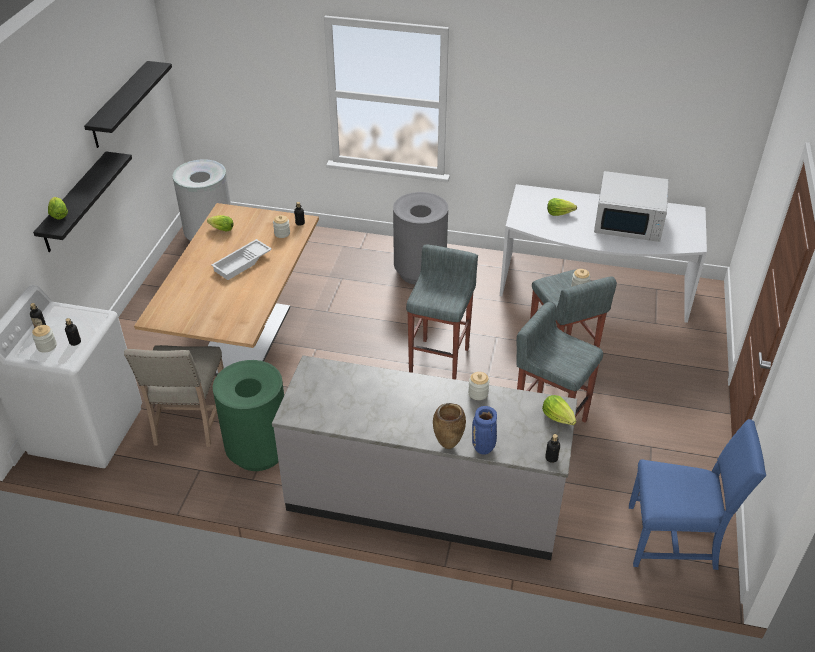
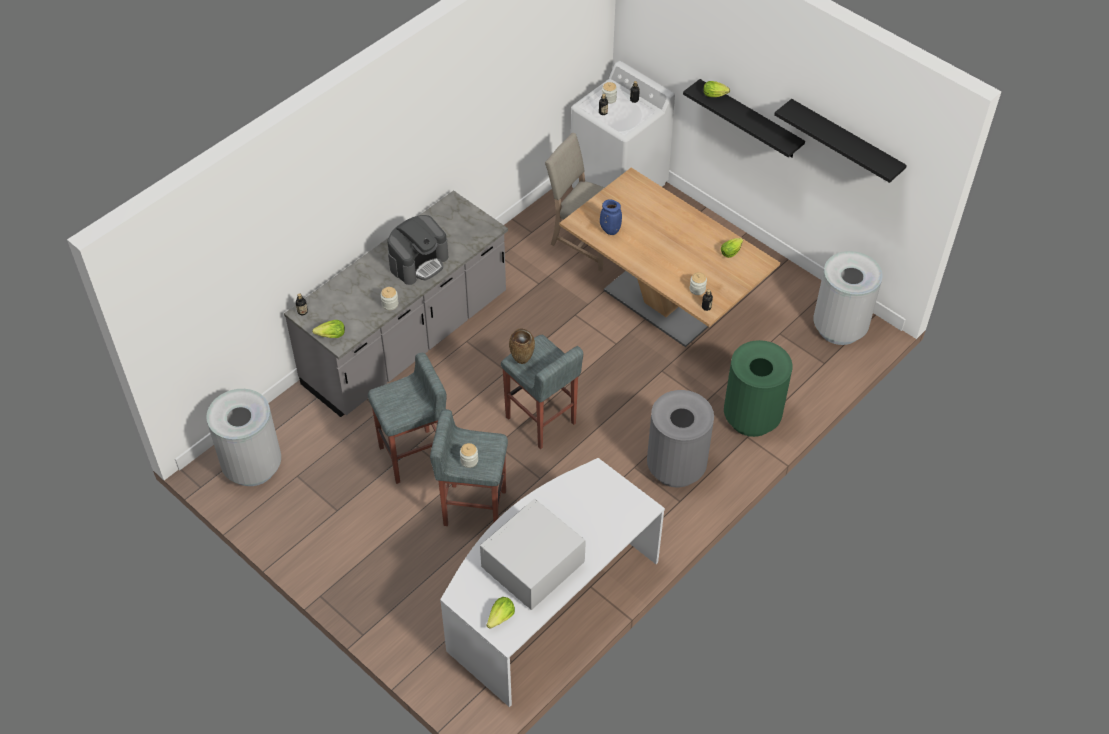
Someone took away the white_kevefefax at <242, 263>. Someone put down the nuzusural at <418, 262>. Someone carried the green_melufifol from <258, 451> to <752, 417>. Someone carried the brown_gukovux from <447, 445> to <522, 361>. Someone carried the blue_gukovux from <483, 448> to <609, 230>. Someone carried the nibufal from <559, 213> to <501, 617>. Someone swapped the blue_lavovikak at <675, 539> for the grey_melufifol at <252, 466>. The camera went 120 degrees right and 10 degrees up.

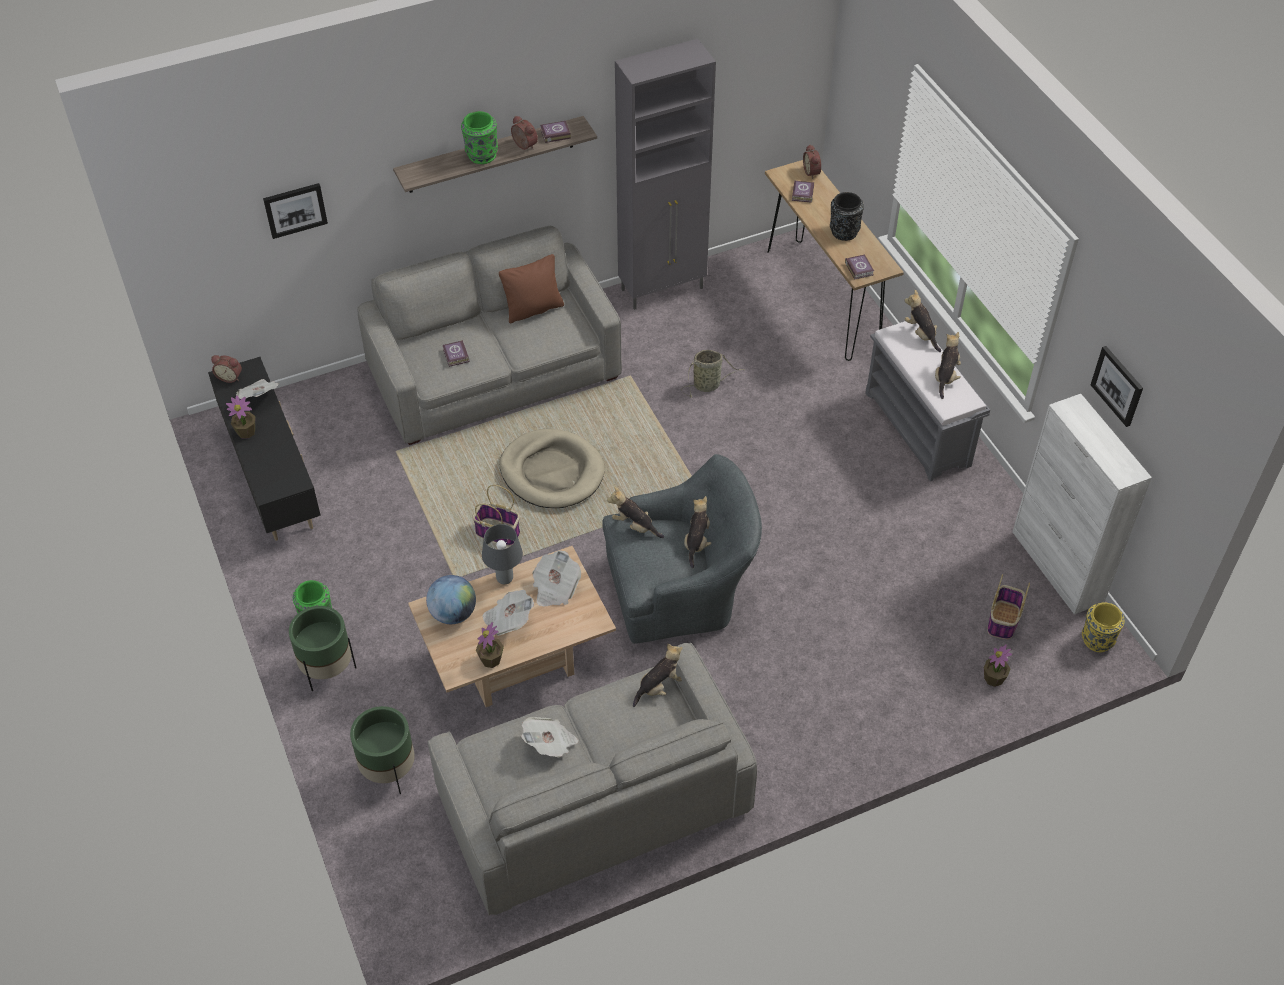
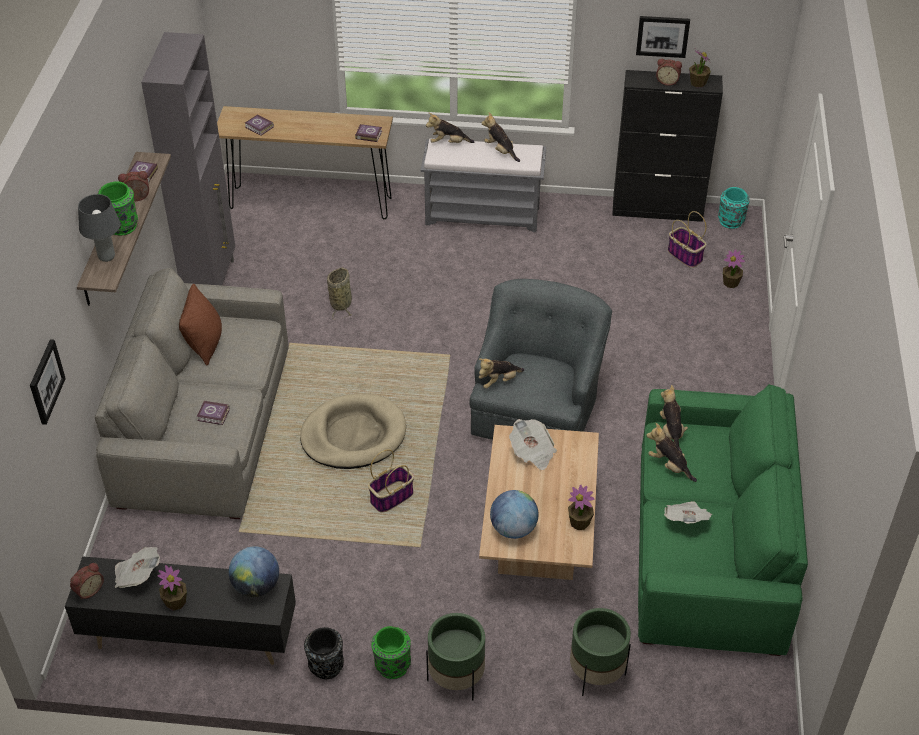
Someone took away the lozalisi at <508, 621>. Someone put down the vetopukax at <256, 586>. Someone put down the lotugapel at <697, 83>. Someone carried the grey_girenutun from <505, 579> to <107, 257>. Someone carried the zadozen from <697, 543> to <669, 465>. Someone carried the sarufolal from <812, 172> to <667, 81>. Someone carried the black_gukovux from <843, 232> to <326, 667>. Someone repainted the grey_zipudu at <593, 803>, which became the green_zipudu at <709, 547>. Someone repainted the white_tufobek at <1057, 567>, which became the black_tufobek at <658, 210>. Someone repainted the yellow_gukovux at <1096, 641>, which became the turquoise_gukovux at <730, 222>. The camera went 60 degrees left and 5 degrees down.

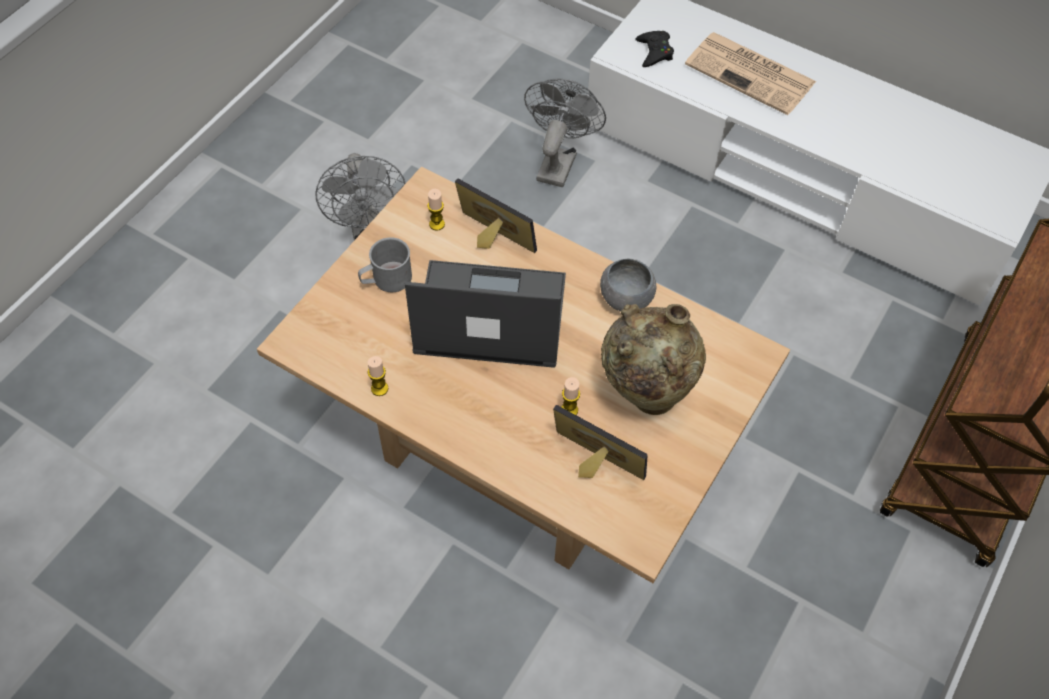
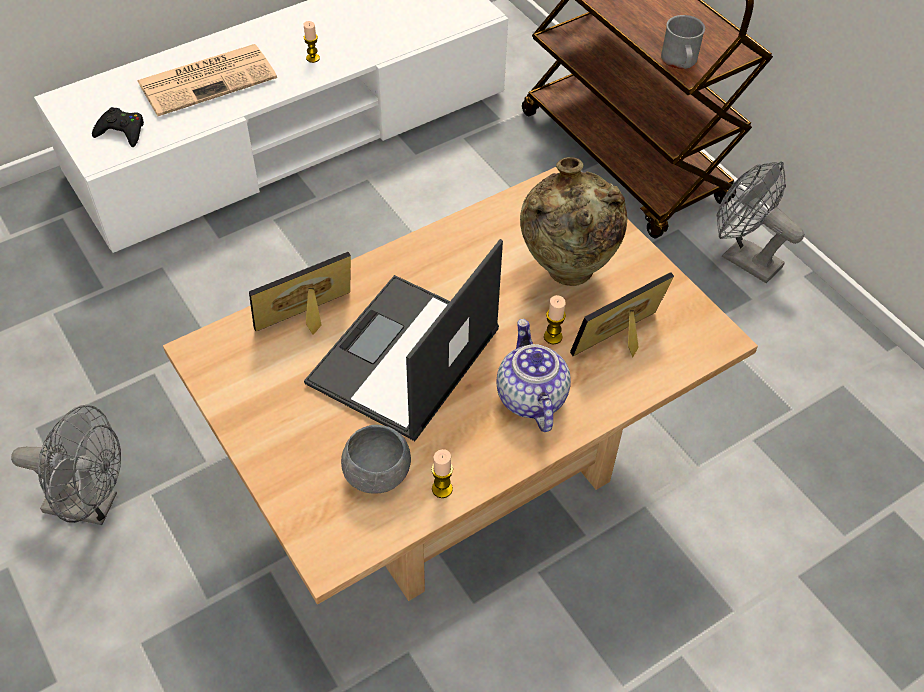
Someone put down the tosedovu at <530, 397>. Someone carried the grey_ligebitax from <386, 280> to <680, 62>. Someone carried the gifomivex from <437, 224> to <313, 58>. Someone carried the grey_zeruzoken from <558, 161> to <743, 258>. Someone carried the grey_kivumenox from <626, 299> to <377, 474>. The camera went 65 degrees left and 5 degrees down.

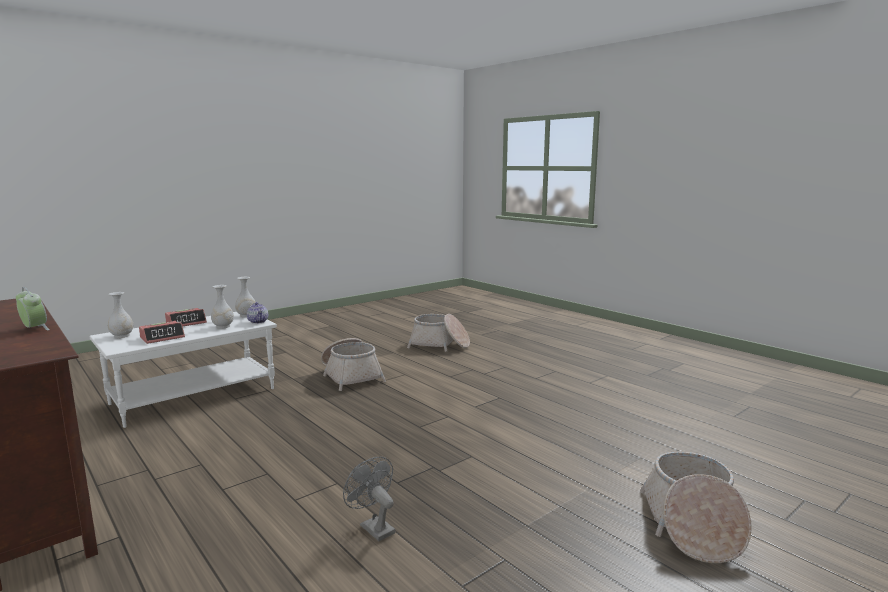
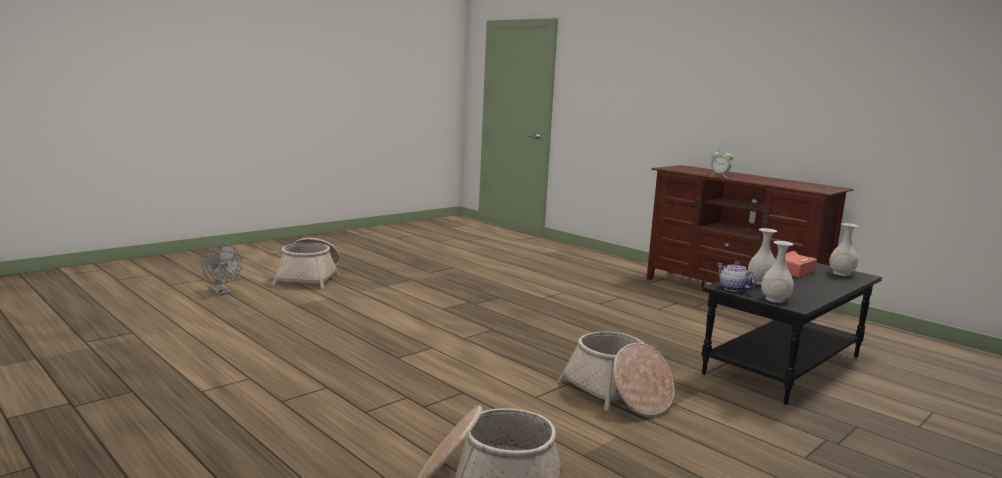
Someone took away the sarufolal at <186, 323>. Someone carried the grey_zeruzoken from <373, 527> to <222, 292>. Someone repainted the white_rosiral at <194, 396>, which became the black_rosiral at <784, 365>. The camera went 175 degrees right and 0 degrees up.

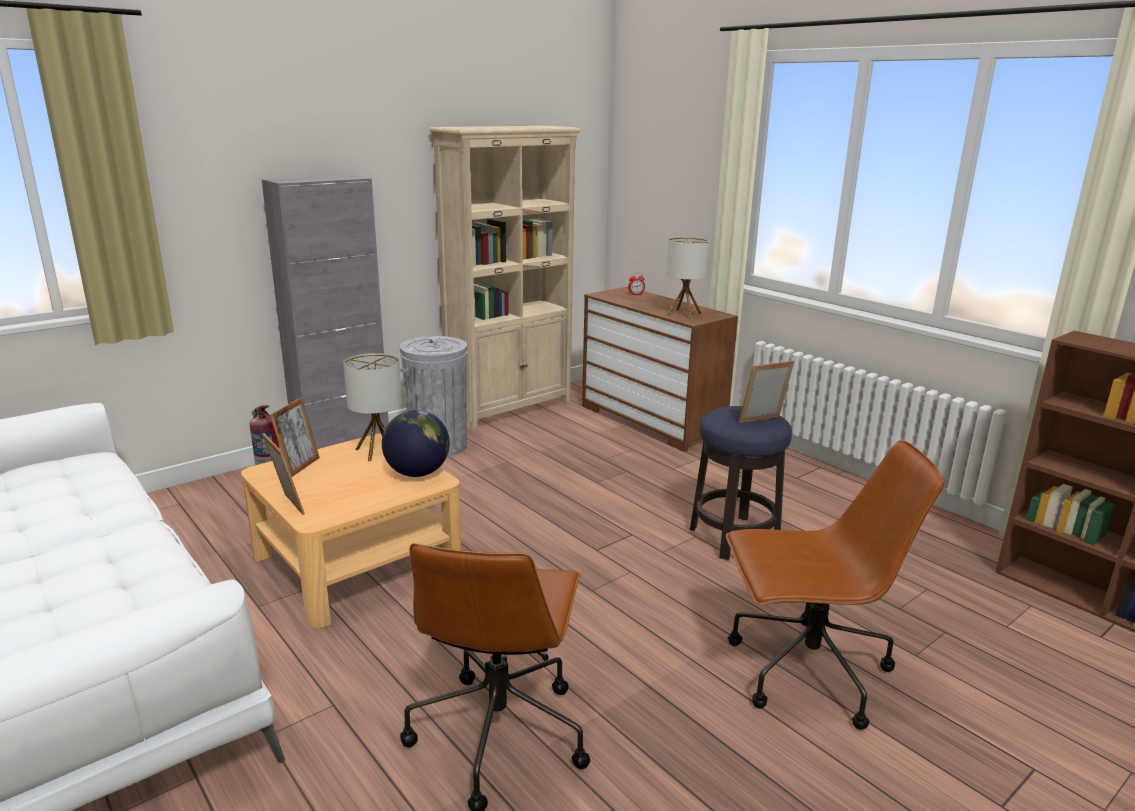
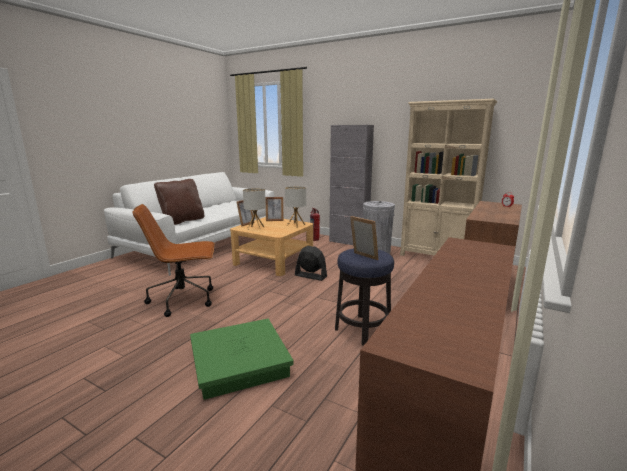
Someone took away the vetopukax at <417, 473>. Someone put down the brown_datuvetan at <182, 221>. Someone put down the black_zeruzoken at <310, 276>. Someone carried the girenutun from <684, 314> to <255, 228>. Someone swapped the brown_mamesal at <805, 672> for the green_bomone at <239, 363>. The camera went 70 degrees right and 5 degrees down.

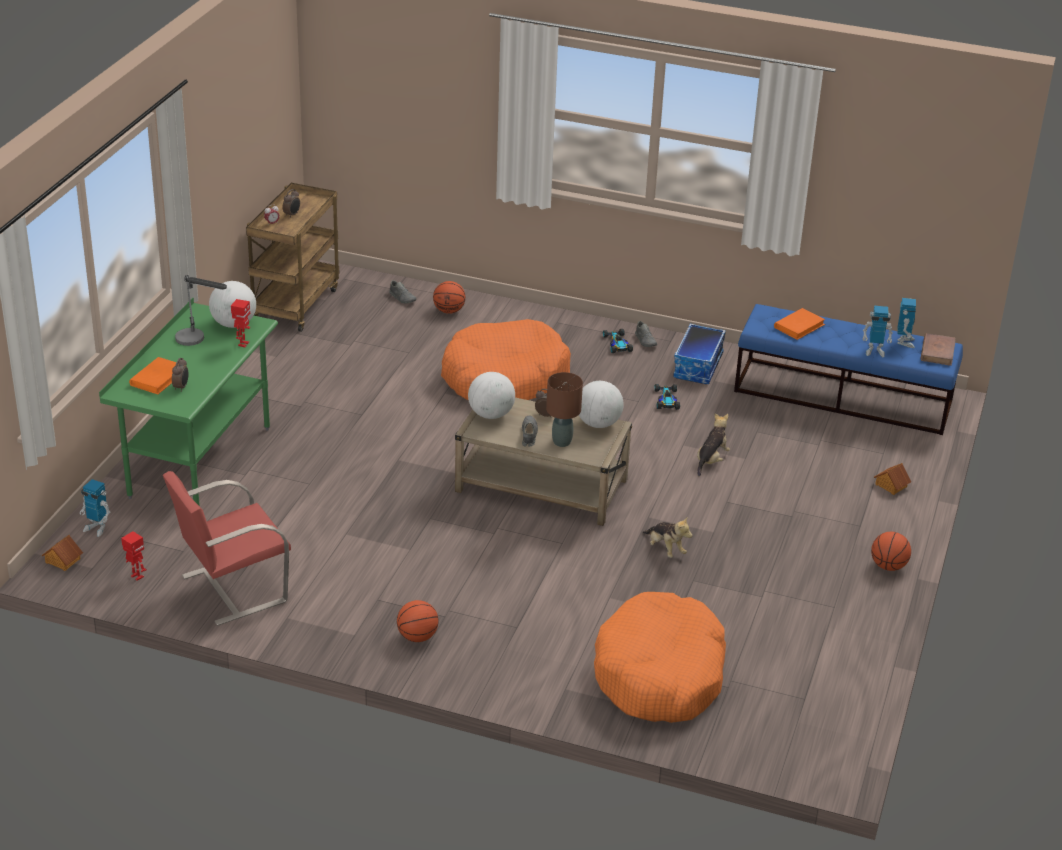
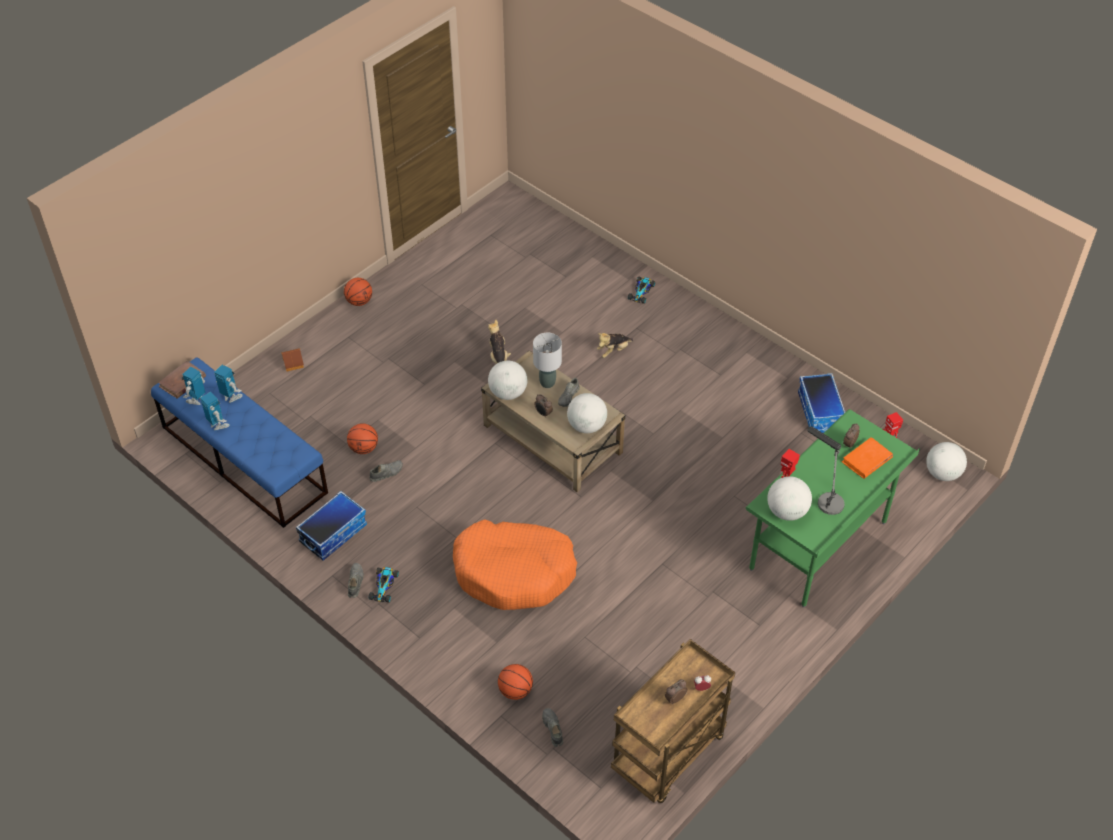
Someone took away the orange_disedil at <660, 674>. Someone took away the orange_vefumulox at <799, 326>. Someone put down the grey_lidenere at <386, 473>. Someone carried the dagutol from <97, 528> to <218, 425>. Someone carried the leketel from <417, 637> to <364, 448>. Someone carried the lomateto from <666, 400> to <641, 291>. Someone carried the zadozen from <711, 460> to <613, 351>. Someone swapped the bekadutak at <62, 561> for the vetopukax at <942, 473>. Someone swapped the red_lavovikak at <232, 589> for the bomone at <820, 412>. Someone repainted the brown_girenutun at <562, 442>, which became the grey_girenutun at <547, 383>. The camera went 155 degrees left and 15 degrees up.

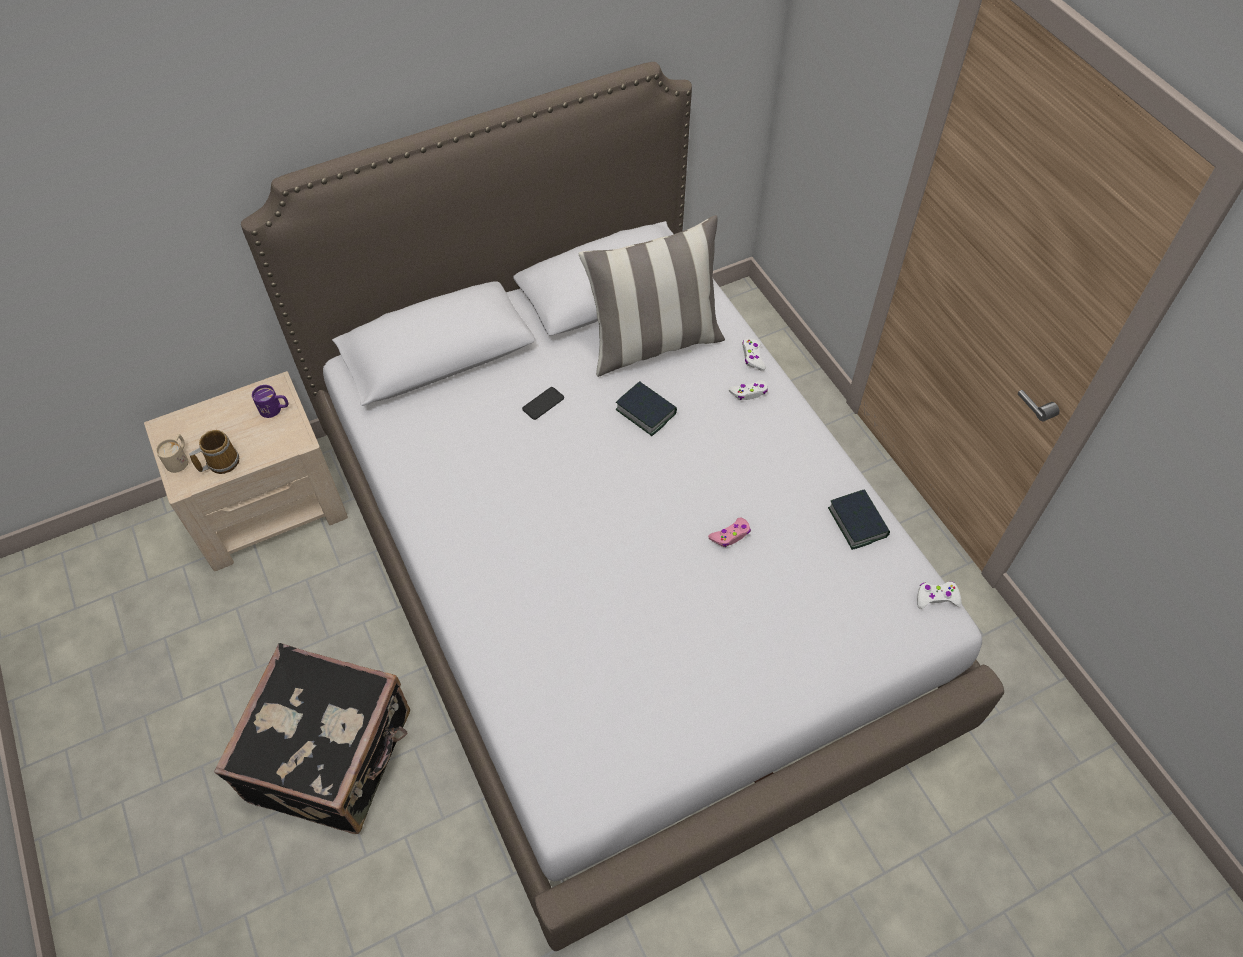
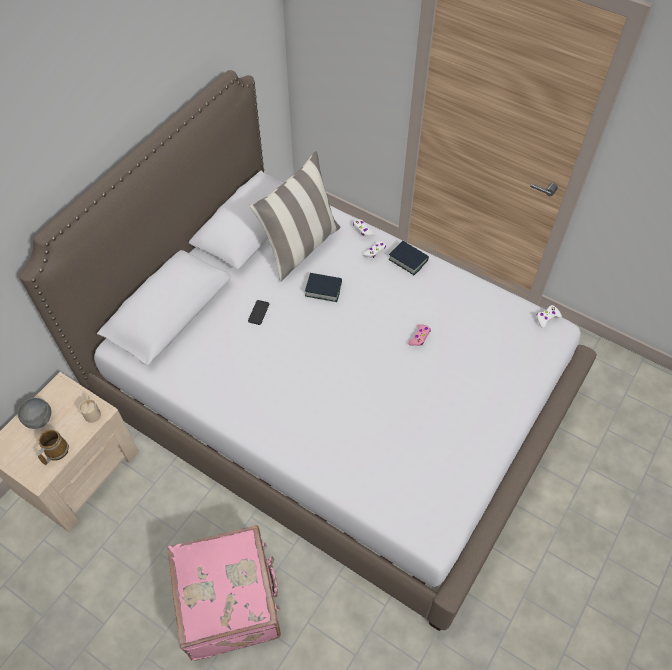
Someone took away the purple_ligebitax at <275, 409>. Someone put down the grey_kivumenox at <39, 419>. Someone carried the beige_ligebitax from <179, 459> to <92, 412>. Someone carried the vefumulox from <857, 522> to <408, 260>. Someone repainted the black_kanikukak at <334, 756>, which became the pink_kanikukak at <231, 601>. The camera went 30 degrees left and 0 degrees up.

